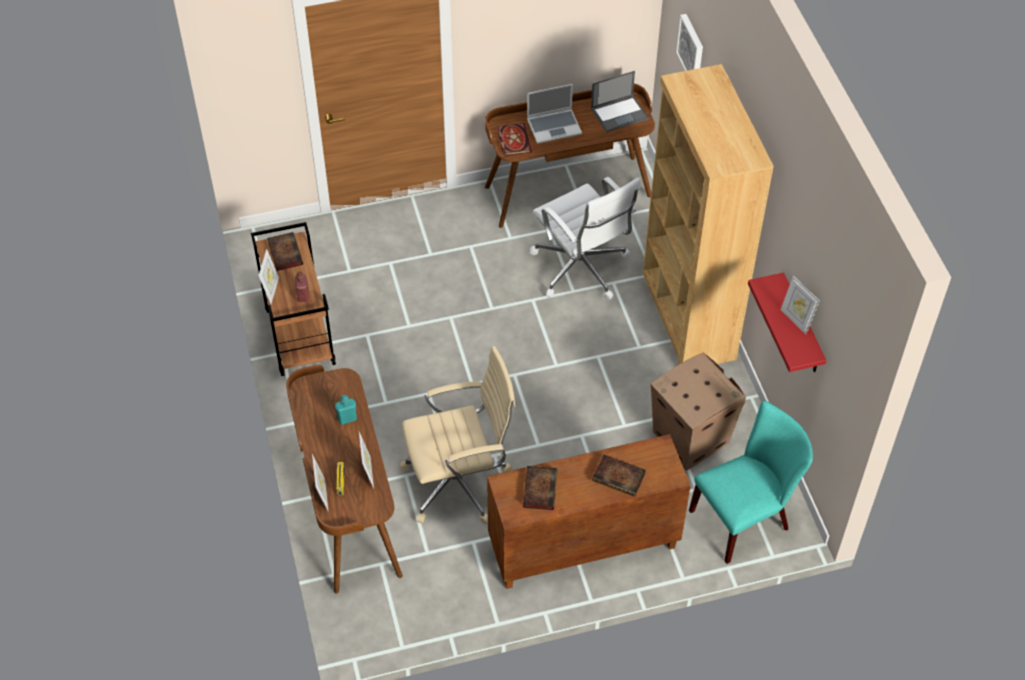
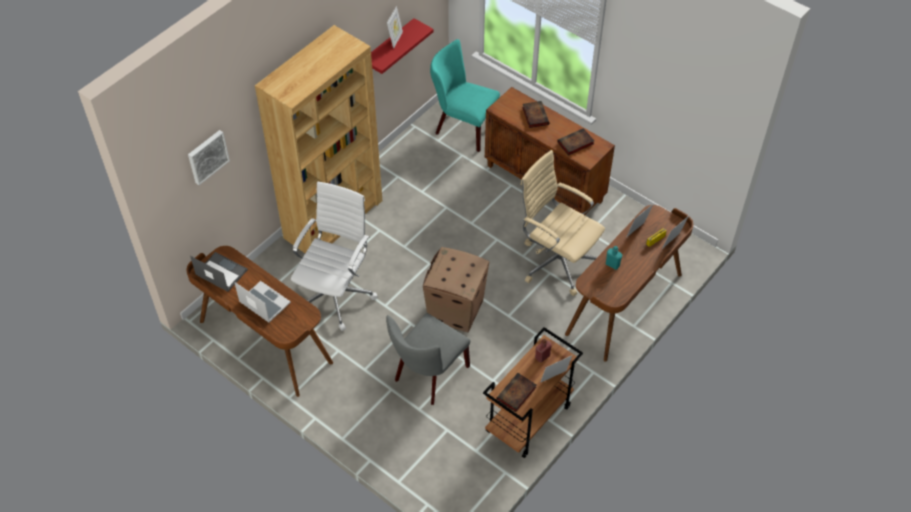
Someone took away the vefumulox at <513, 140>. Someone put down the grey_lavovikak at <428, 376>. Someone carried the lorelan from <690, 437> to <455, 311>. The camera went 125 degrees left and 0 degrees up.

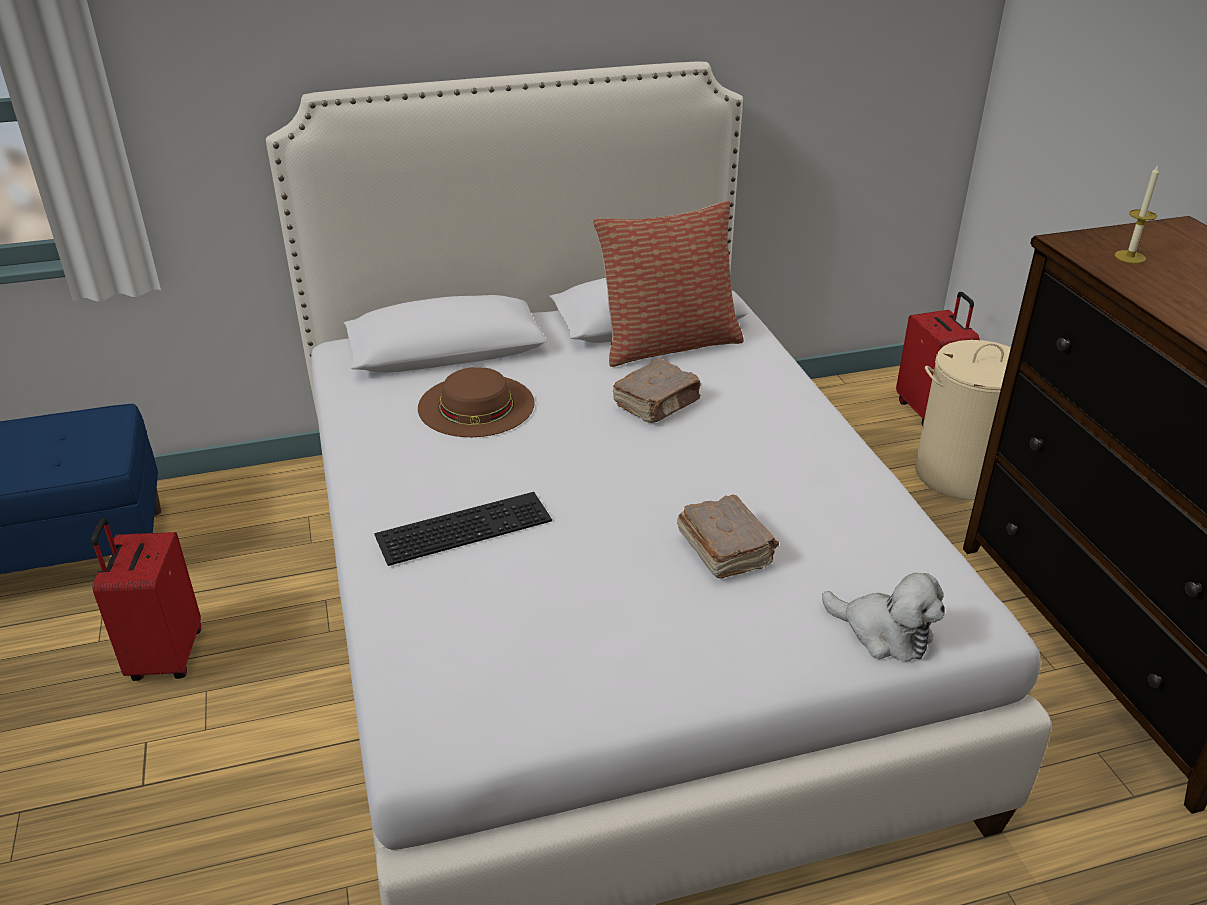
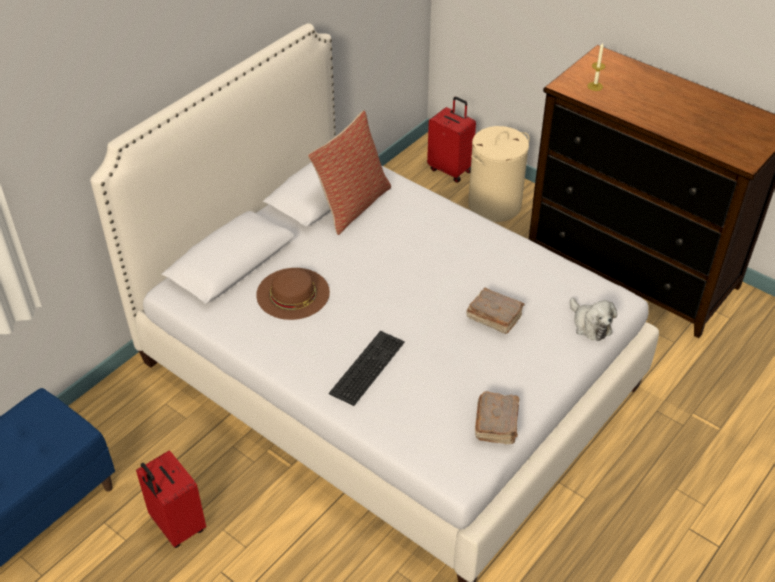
Someone carried the brown_vefumulox from <657, 404> to <497, 424>. Someone rotated the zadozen at <884, 633> by 60 degrees clockwise. The camera went 35 degrees left and 10 degrees up.

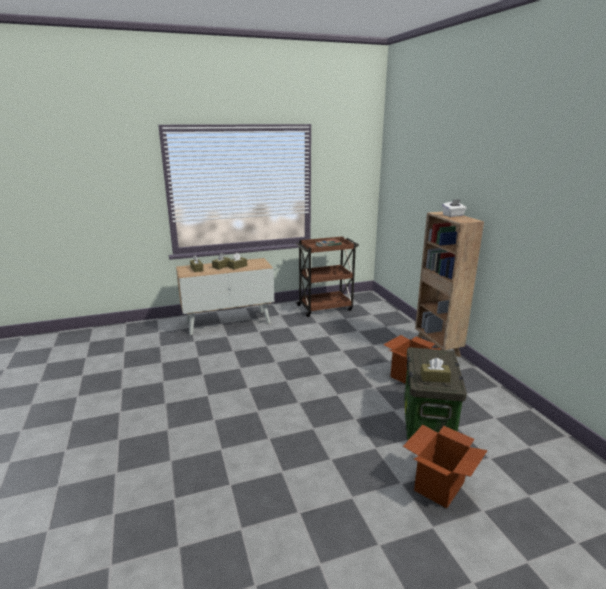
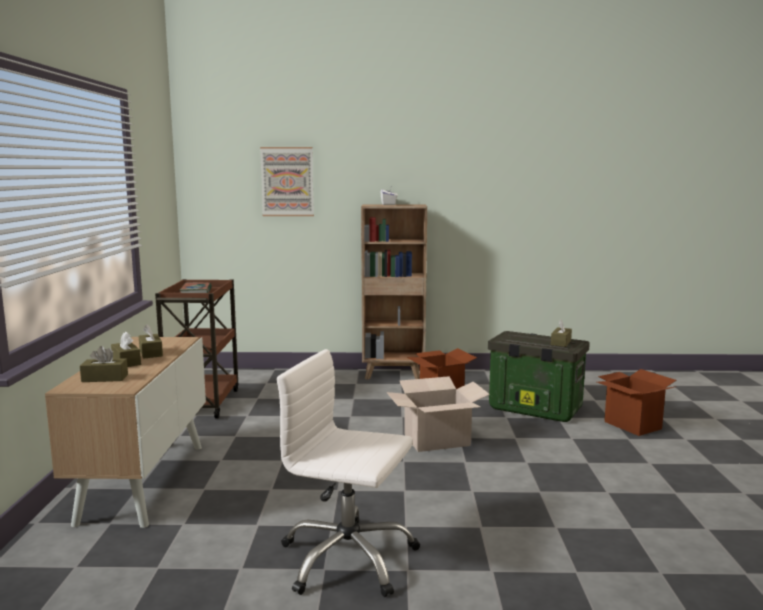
Someone put up the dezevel at <287, 181>. Someone put down the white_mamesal at <347, 558>. Someone put down the lorelan at <437, 440>. The camera went 70 degrees left and 10 degrees down.

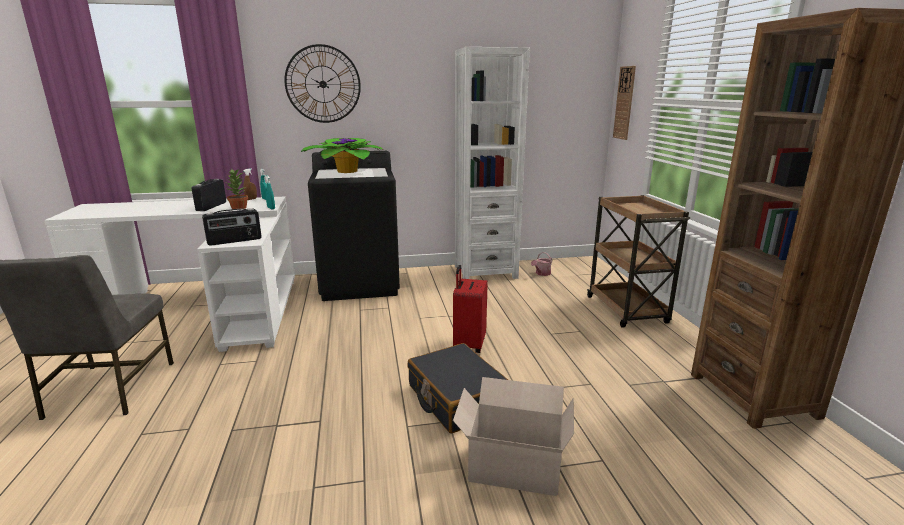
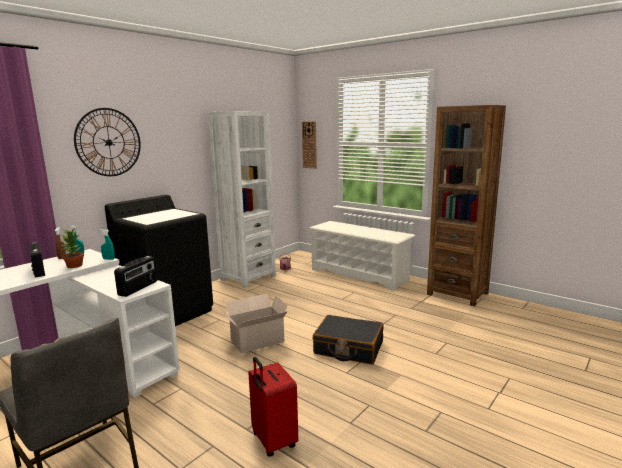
Someone took away the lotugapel at <345, 171>. Someone carried the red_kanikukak from <468, 344> to <273, 441>. Someone carried the lorelan from <512, 466> to <255, 341>. Someone swapped the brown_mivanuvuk at <627, 310> for the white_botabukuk at <359, 275>. The camera went 40 degrees left and 5 degrees down.

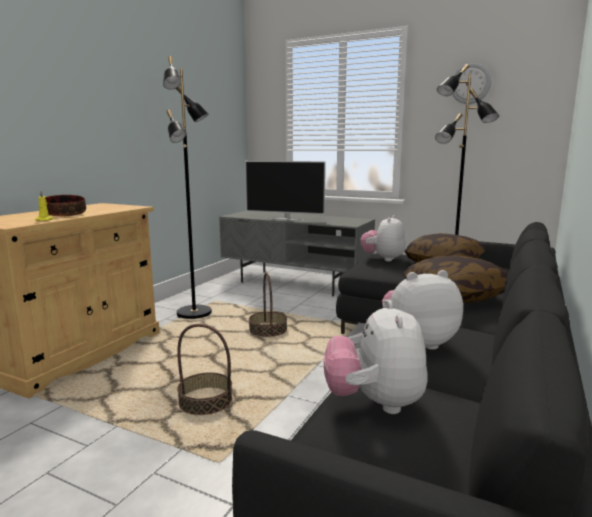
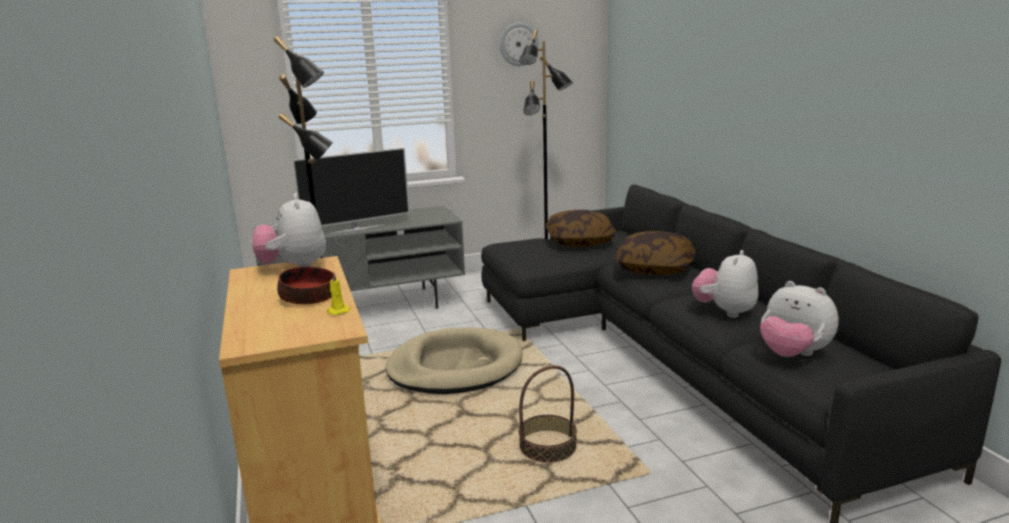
Someone carried the zadozen from <383, 259> to <294, 267>. Someone swapped the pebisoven at <268, 330> for the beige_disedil at <455, 367>. The camera went 45 degrees left and 5 degrees up.

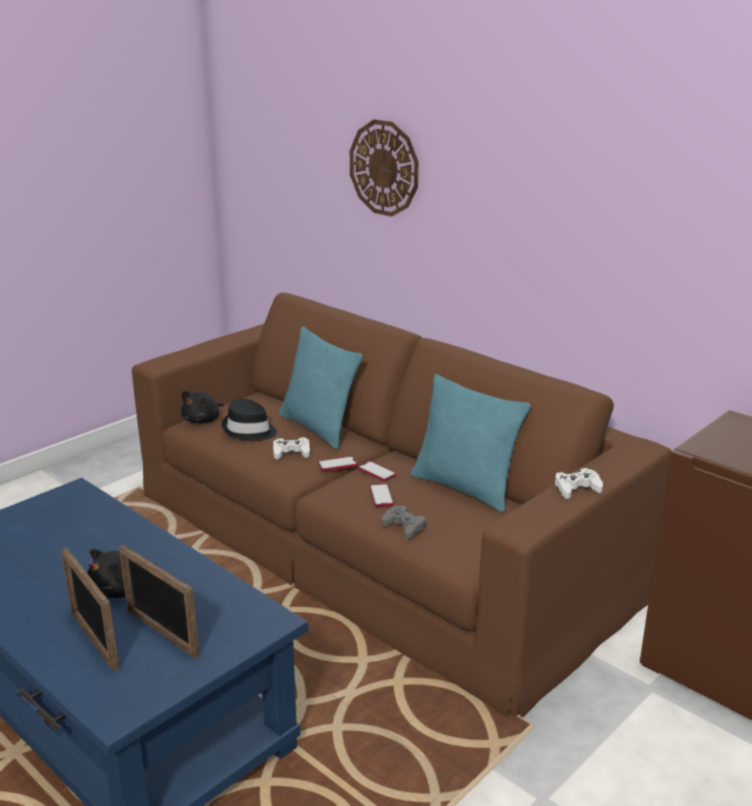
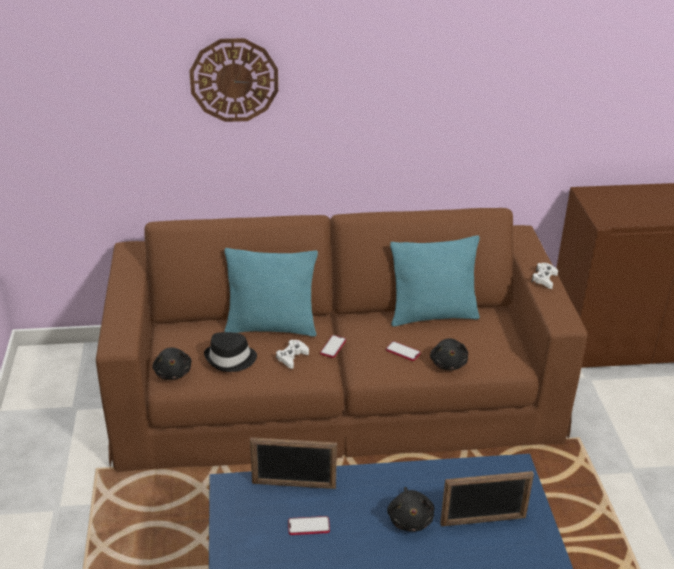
Someone carried the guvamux from <94, 640> to <293, 485>. Someone carried the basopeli from <377, 472> to <308, 526>. Someone swapped the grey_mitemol at <404, 527> for the black_zadozen at <448, 363>. The camera went 50 degrees left and 10 degrees up.

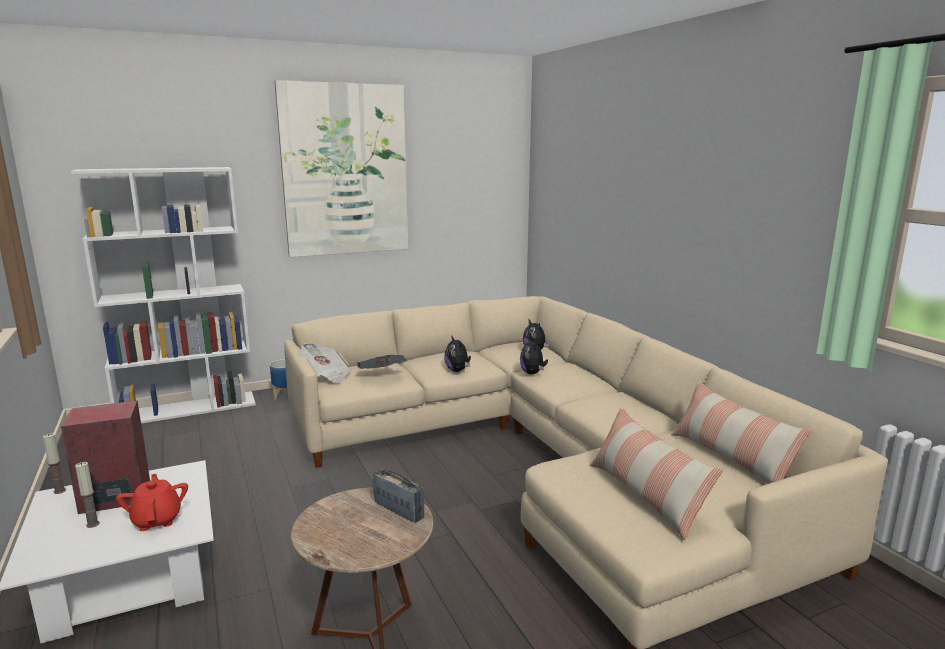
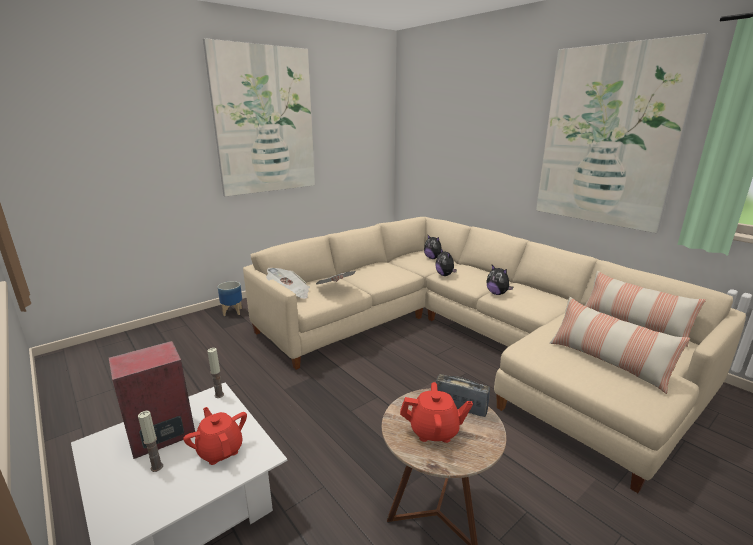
Someone took away the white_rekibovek at <188, 408>. Someone put down the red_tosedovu at <434, 431>. Someone put up the dezevel at <607, 137>. Someone carried the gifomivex from <59, 491> to <219, 395>. Someone carried the zadozen from <458, 370> to <497, 293>. The camera went 15 degrees left and 5 degrees up.

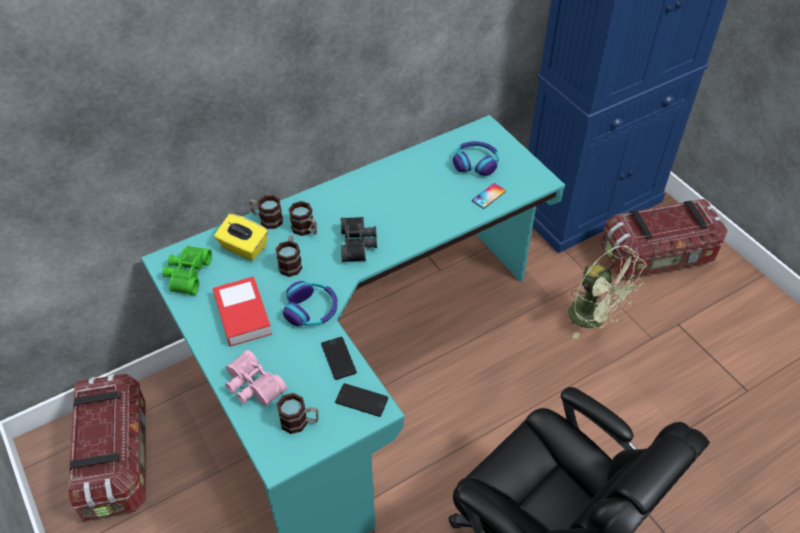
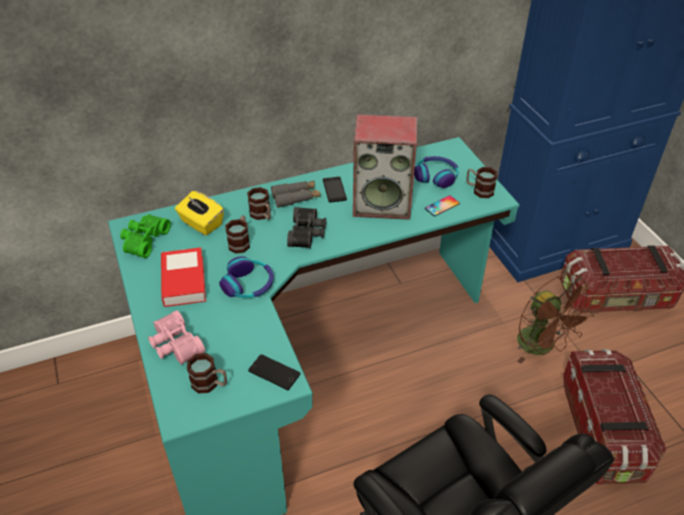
Someone put down the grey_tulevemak at <296, 197>. Someone put down the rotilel at <383, 203>. Someone carried the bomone from <117, 458> to <602, 430>. Someone carried the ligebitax from <267, 219> to <479, 190>. Someone carried the basopeli from <338, 358> to <334, 190>. Someone repainted the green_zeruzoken at <594, 319>, which became the brown_zeruzoken at <542, 347>. The camera went 10 degrees right and 5 degrees down.

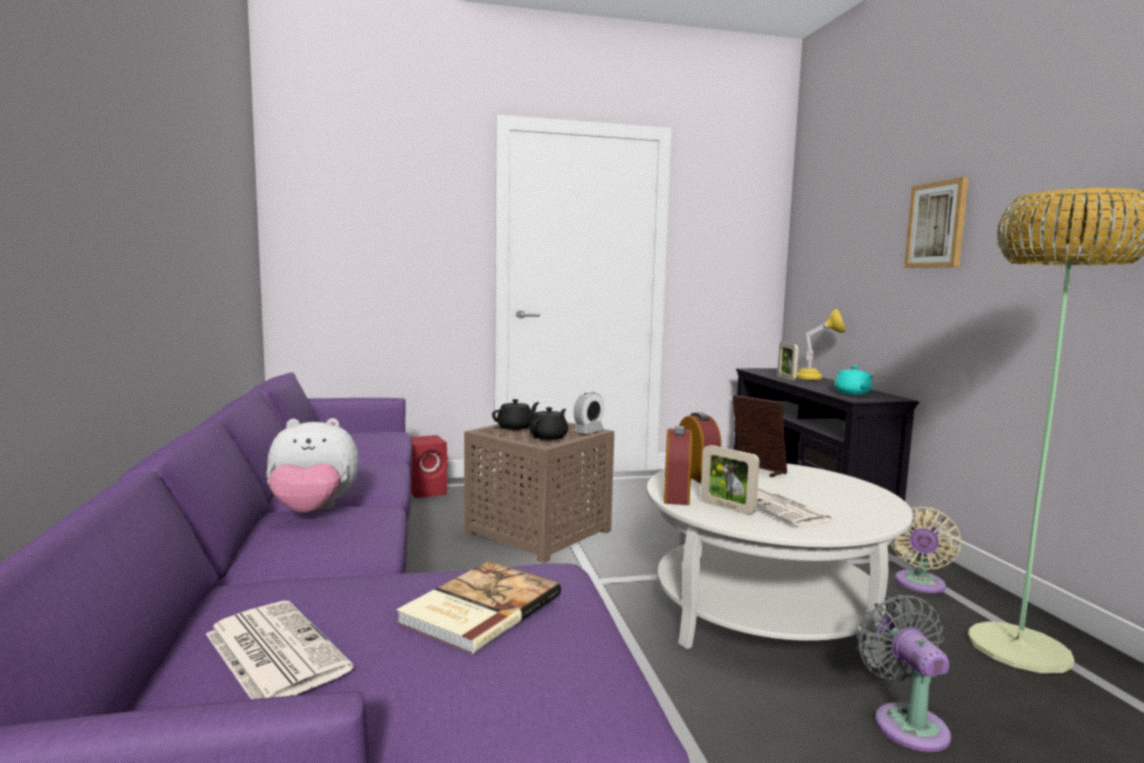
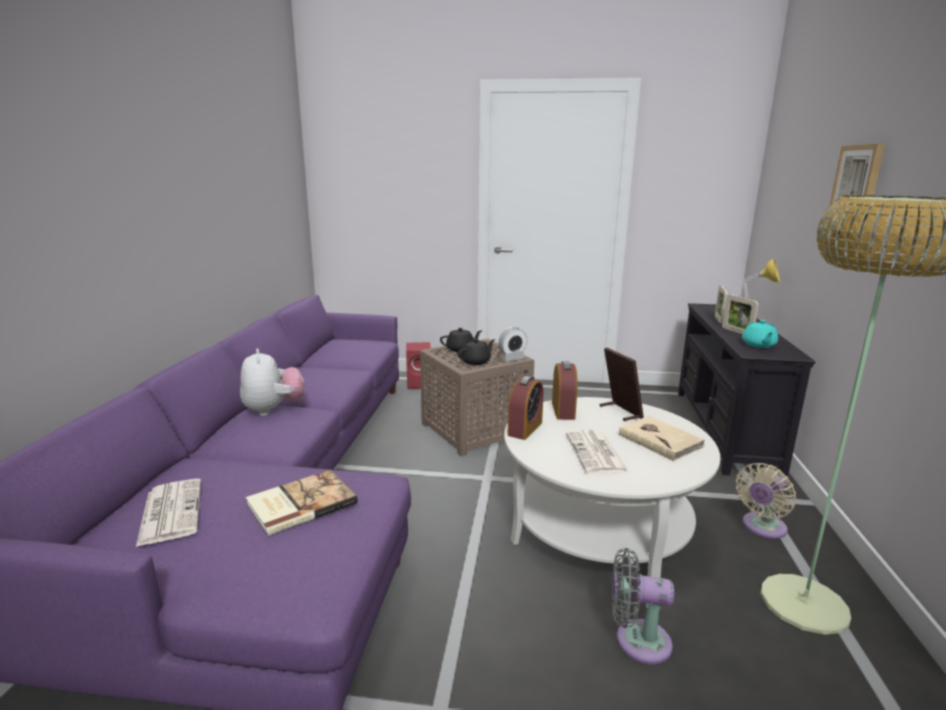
Someone put down the beige_vefumulox at <660, 440>. Someone carried the guvamux from <727, 507> to <737, 331>. Someone rotated the zadozen at <313, 512> by 120 degrees counterclockwise. Someone rotated the grey_zeruzoken at <906, 722> by 90 degrees counterclockwise. The camera went 20 degrees right and 10 degrees up.

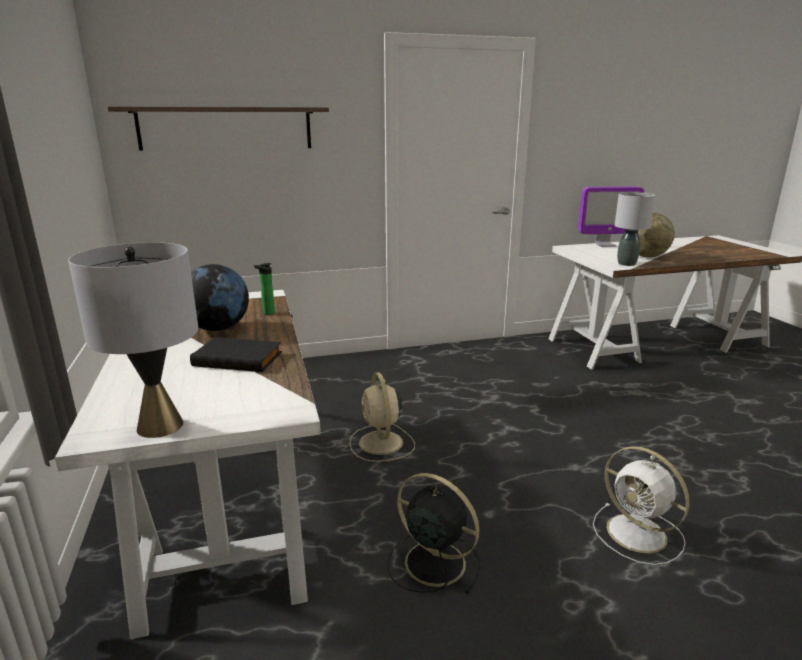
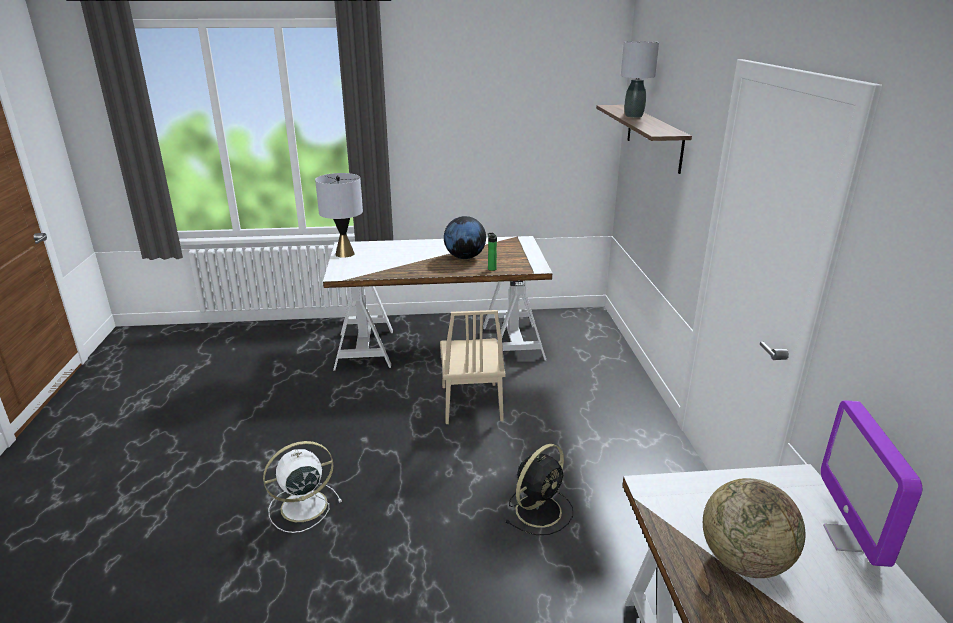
Someone took away the black_vefumulox at <239, 358>. Someone carried the black_zeruzoken from <432, 562> to <540, 509>. Someone carried the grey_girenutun from <627, 264> to <633, 116>. Someone swapped the beige_zeruzoken at <381, 444> for the beige_lavovikak at <471, 402>. The camera went 100 degrees right and 5 degrees up.

